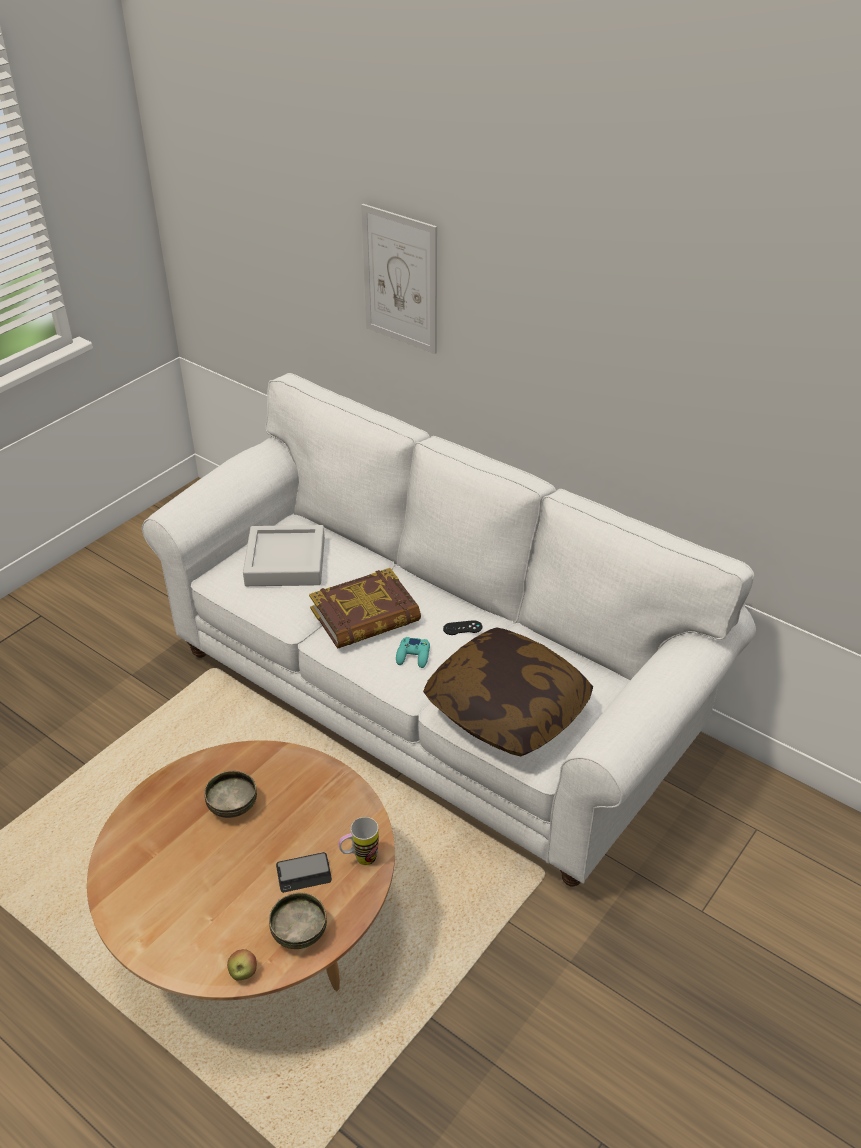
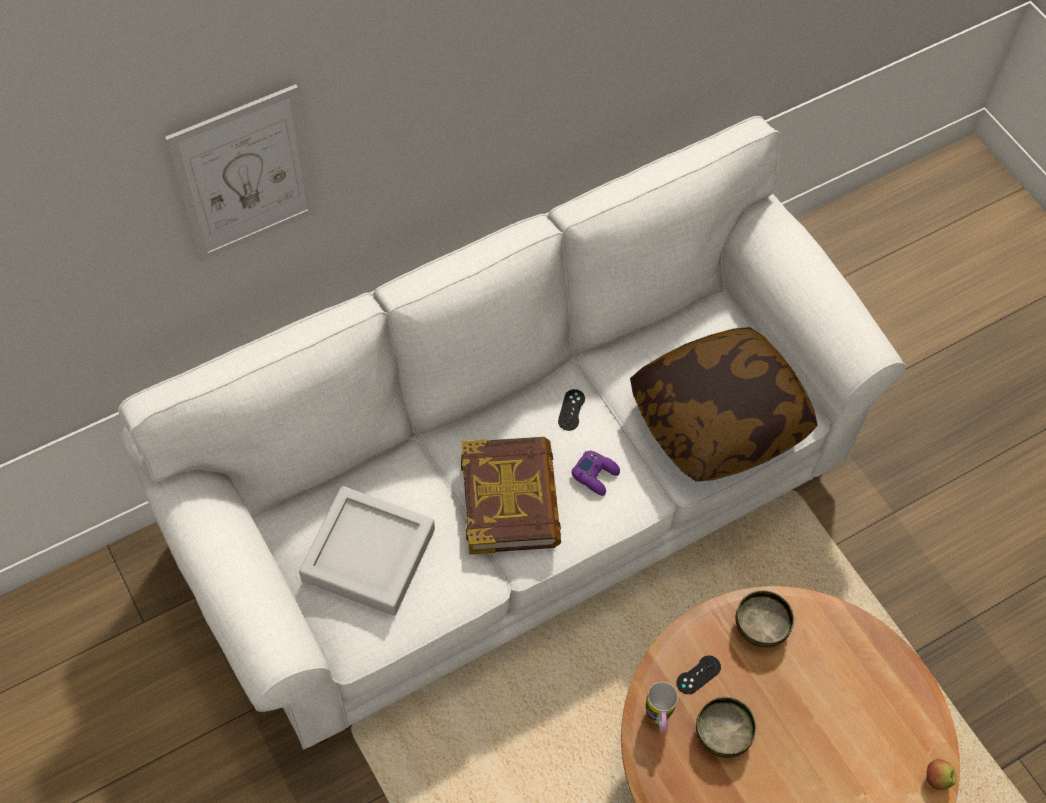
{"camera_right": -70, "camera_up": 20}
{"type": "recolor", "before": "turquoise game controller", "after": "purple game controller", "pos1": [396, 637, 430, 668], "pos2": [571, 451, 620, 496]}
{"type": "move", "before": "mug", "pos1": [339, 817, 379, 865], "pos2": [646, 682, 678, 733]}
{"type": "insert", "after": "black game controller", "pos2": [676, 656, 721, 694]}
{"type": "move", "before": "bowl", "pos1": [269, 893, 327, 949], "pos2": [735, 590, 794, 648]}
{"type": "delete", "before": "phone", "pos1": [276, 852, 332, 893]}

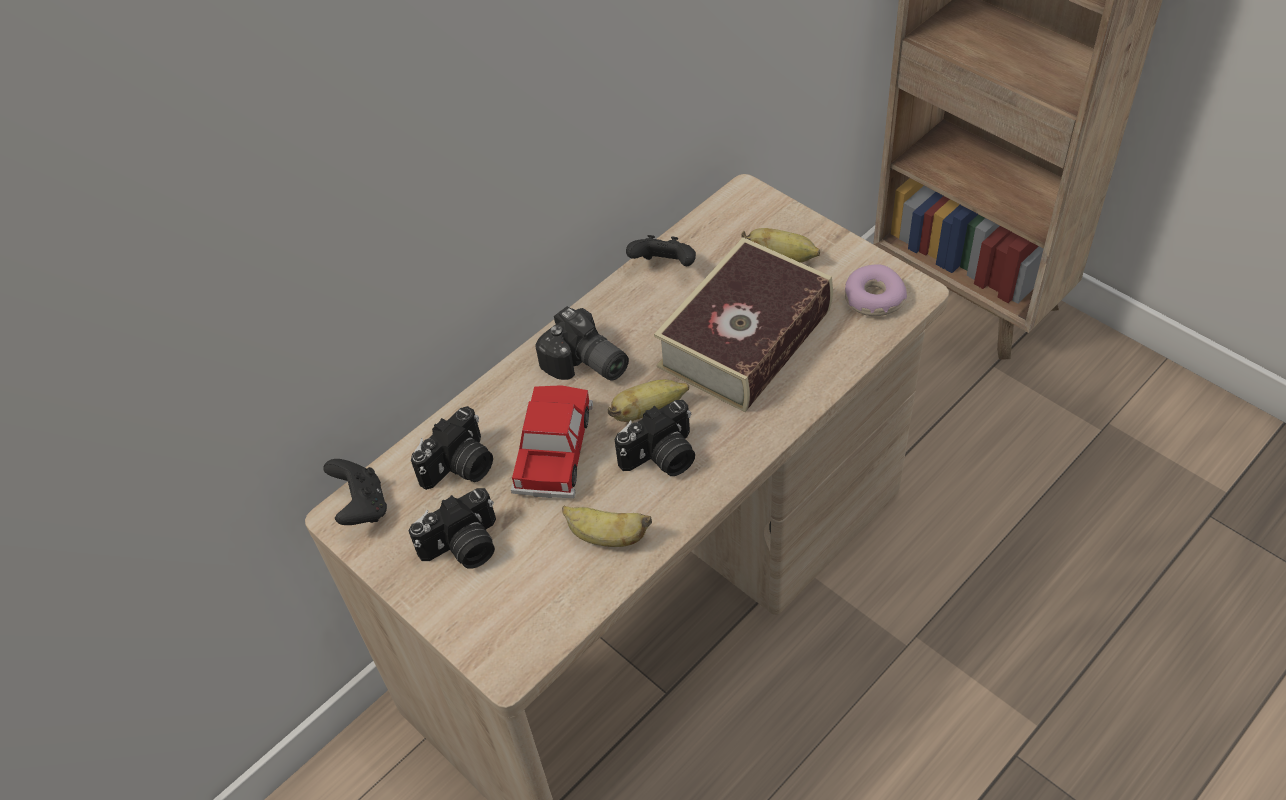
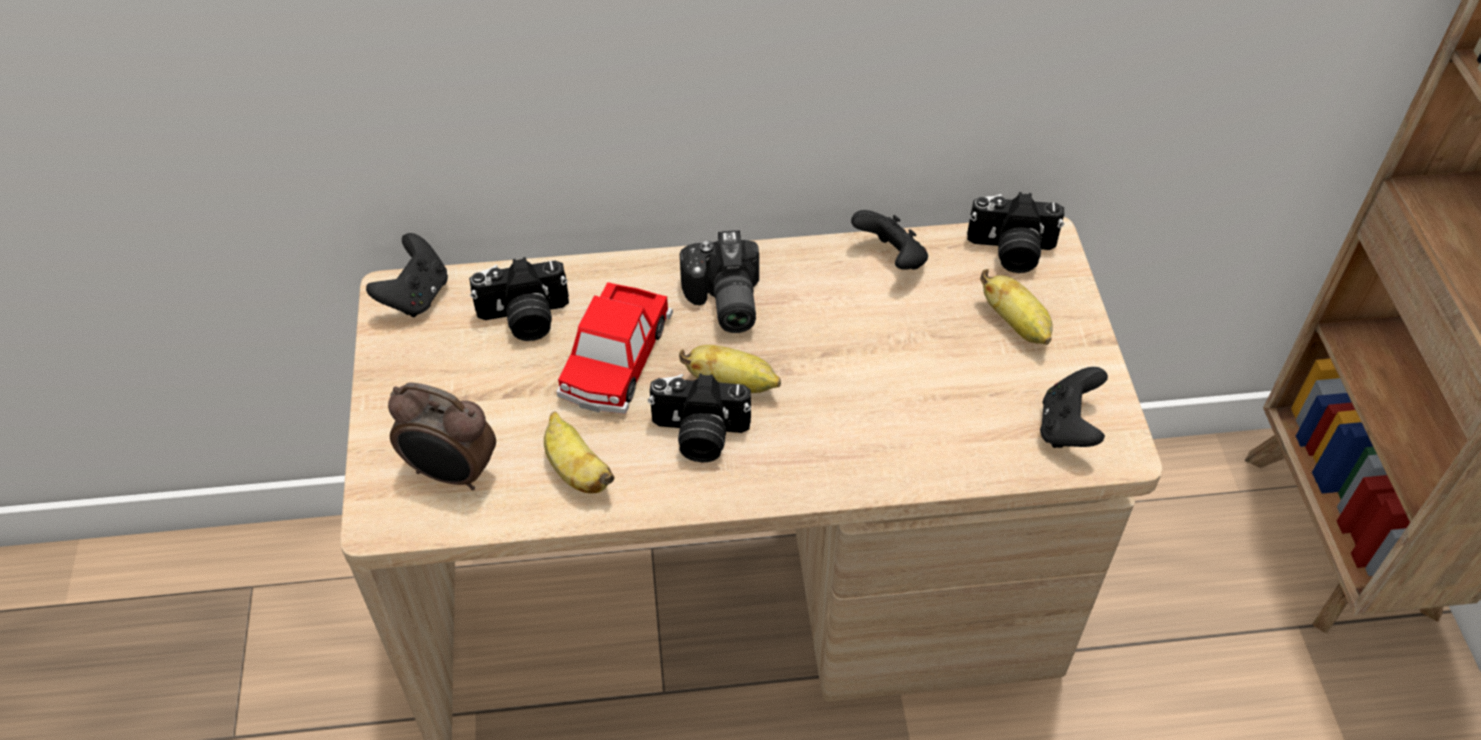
{"camera_right": 35, "camera_up": 0}
{"type": "insert", "after": "alarm clock", "pos2": [388, 382, 496, 490]}
{"type": "rotate", "before": "toy car", "pos1": [511, 385, 593, 498], "pos2": [557, 282, 673, 414], "turn": 150}
{"type": "move", "before": "photo camera", "pos1": [408, 488, 496, 569], "pos2": [967, 192, 1064, 273]}
{"type": "replace", "before": "donut", "after": "black game controller", "pos1": [845, 264, 907, 316], "pos2": [1040, 367, 1108, 448]}
{"type": "delete", "before": "book", "pos1": [654, 237, 833, 412]}

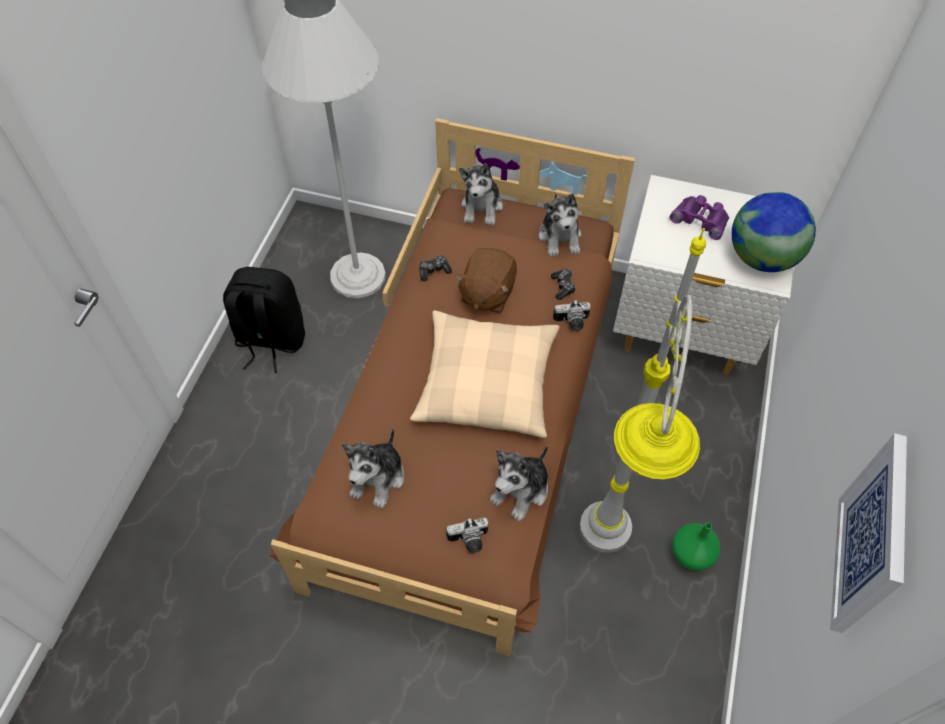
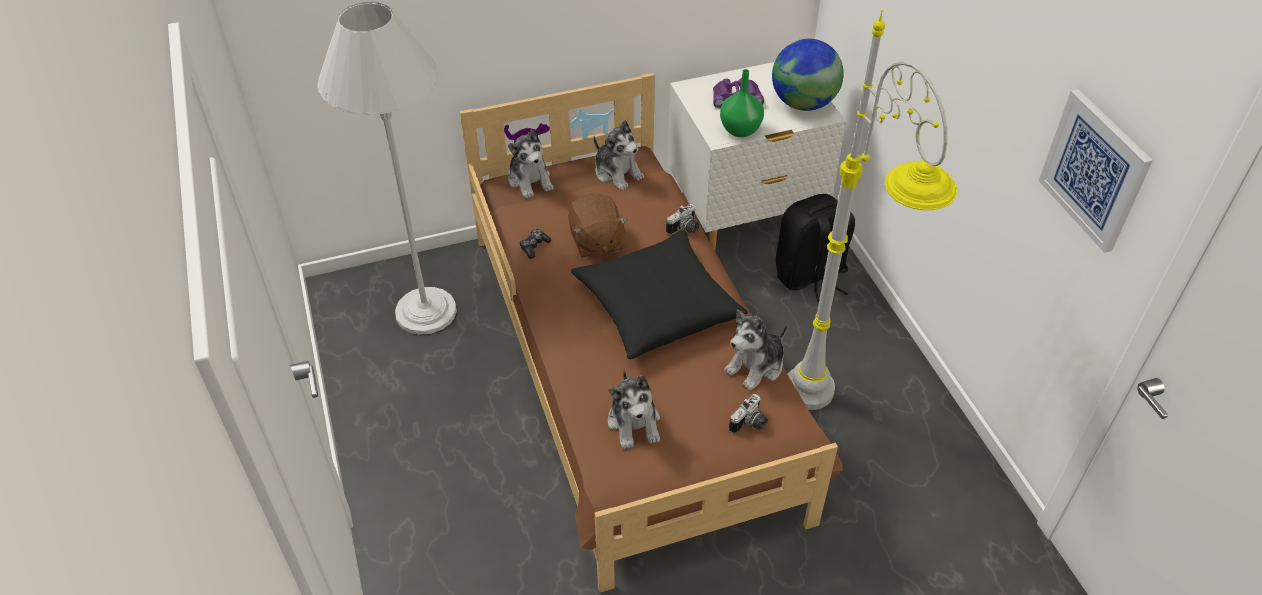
{"camera_right": -35, "camera_up": -10}
{"type": "recolor", "before": "beige pillow", "after": "black pillow", "pos1": [410, 311, 560, 438], "pos2": [571, 230, 748, 359]}
{"type": "move", "before": "green vase", "pos1": [672, 523, 720, 571], "pos2": [720, 69, 764, 137]}
{"type": "rotate", "before": "plush toy", "pos1": [490, 445, 548, 521], "pos2": [724, 310, 787, 391], "turn": 45}
{"type": "move", "before": "black backpack", "pos1": [223, 267, 305, 373], "pos2": [776, 194, 855, 305]}
{"type": "delete", "before": "game controller", "pos1": [551, 269, 576, 300]}

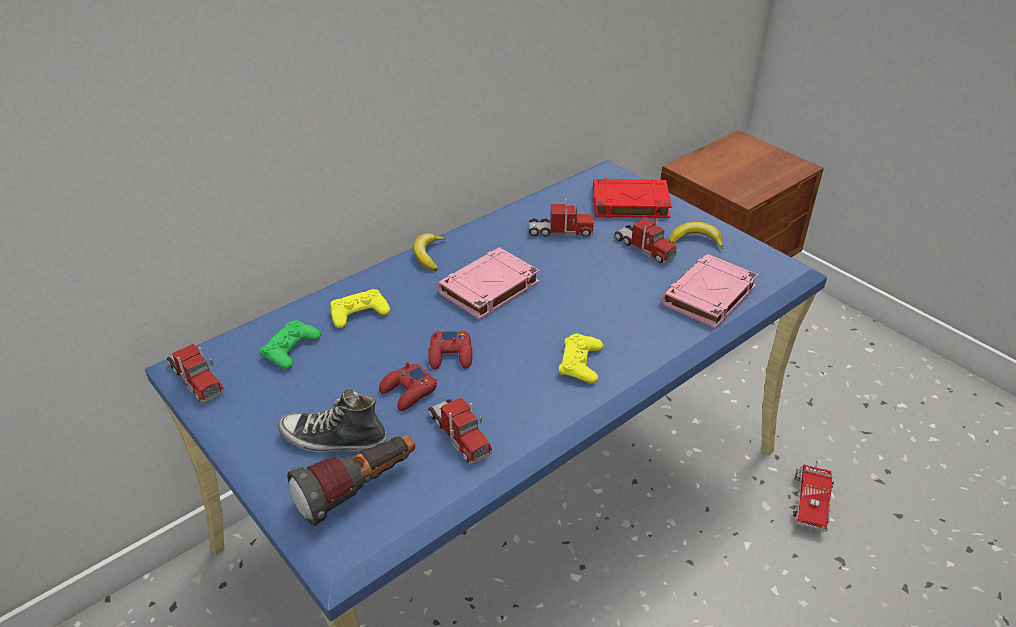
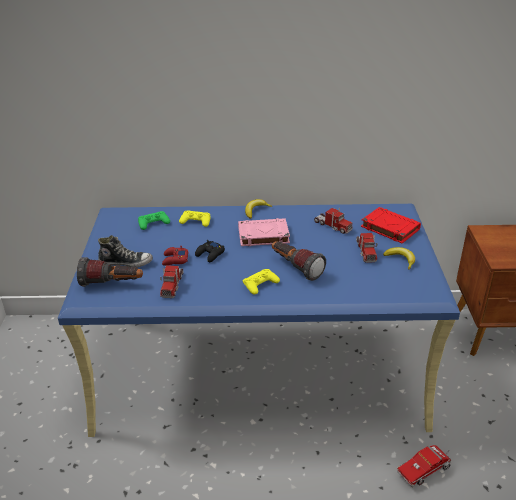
{"camera_right": 40, "camera_up": -5}
{"type": "rotate", "before": "shoe", "pos1": [278, 389, 387, 452], "pos2": [98, 235, 153, 268], "turn": 135}
{"type": "recolor", "before": "red game controller", "after": "black game controller", "pos1": [428, 331, 472, 369], "pos2": [195, 240, 225, 262]}
{"type": "insert", "after": "flashlight", "pos2": [272, 241, 326, 281]}
{"type": "delete", "before": "toy truck", "pos1": [167, 344, 224, 403]}
{"type": "delete", "before": "pink book", "pos1": [661, 254, 758, 329]}

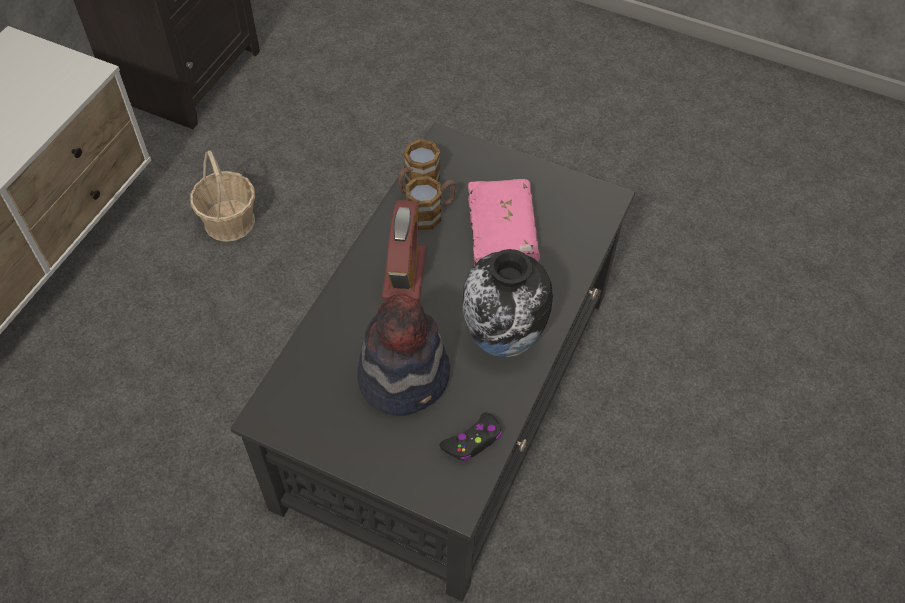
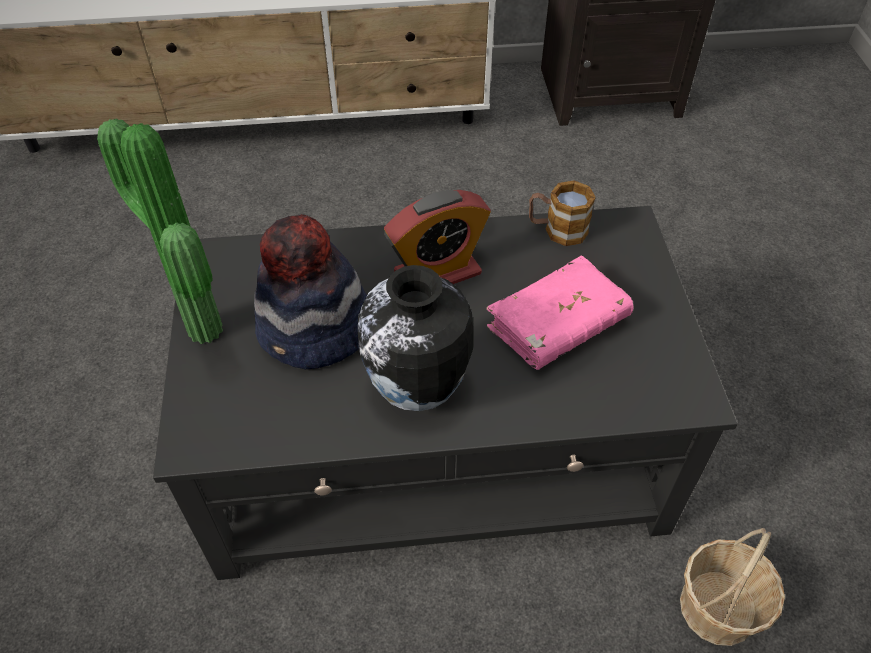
{"camera_right": 60, "camera_up": -5}
{"type": "insert", "after": "potted plant", "pos2": [97, 119, 223, 344]}
{"type": "move", "before": "basket", "pos1": [190, 150, 255, 242], "pos2": [680, 528, 785, 646]}
{"type": "delete", "before": "mug", "pos1": [406, 176, 456, 230]}
{"type": "delete", "before": "black game controller", "pos1": [439, 413, 502, 461]}

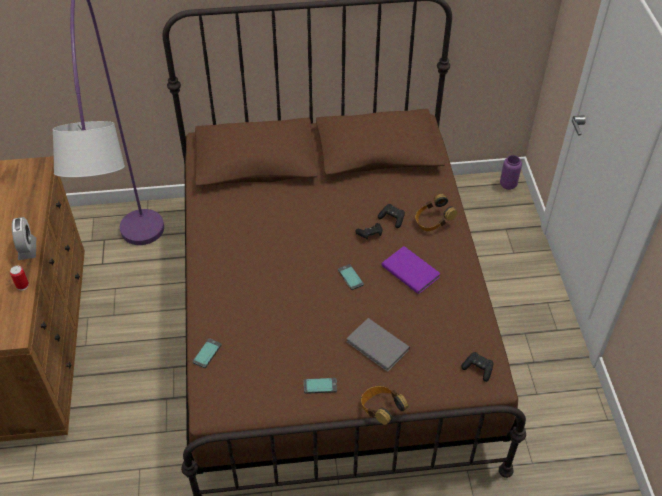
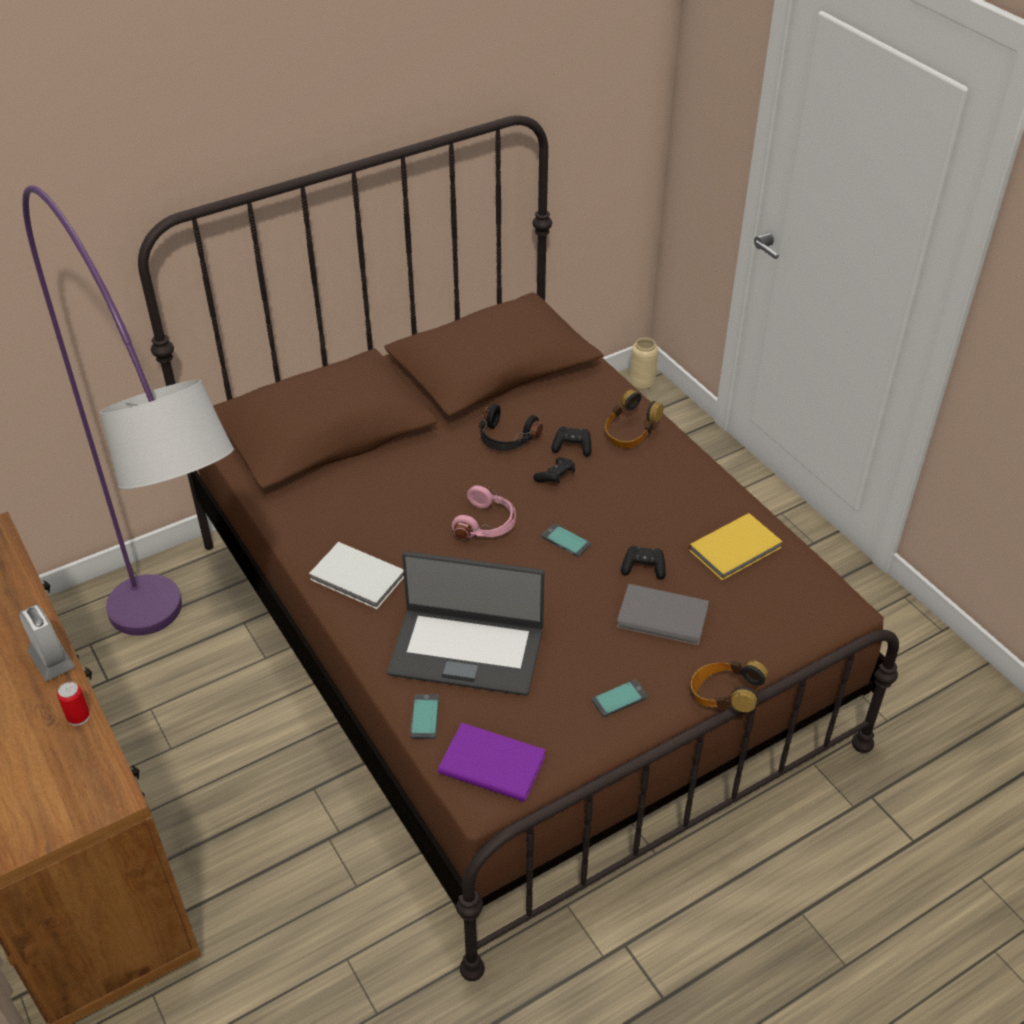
{"camera_right": -25, "camera_up": -5}
{"type": "insert", "after": "white book", "pos2": [309, 542, 404, 609]}
{"type": "insert", "after": "laptop", "pos2": [387, 551, 544, 696]}
{"type": "move", "before": "purple book", "pos1": [381, 246, 441, 294], "pos2": [438, 722, 546, 802]}
{"type": "insert", "after": "pink headphones", "pos2": [452, 485, 516, 539]}
{"type": "insert", "after": "black headphones", "pos2": [479, 404, 543, 451]}
{"type": "move", "before": "black game controller", "pos1": [462, 352, 493, 382], "pos2": [621, 546, 666, 580]}
{"type": "recolor", "before": "purple vase", "after": "beige vase", "pos1": [500, 155, 522, 190], "pos2": [630, 338, 658, 390]}
{"type": "insert", "after": "yellow book", "pos2": [688, 513, 783, 580]}

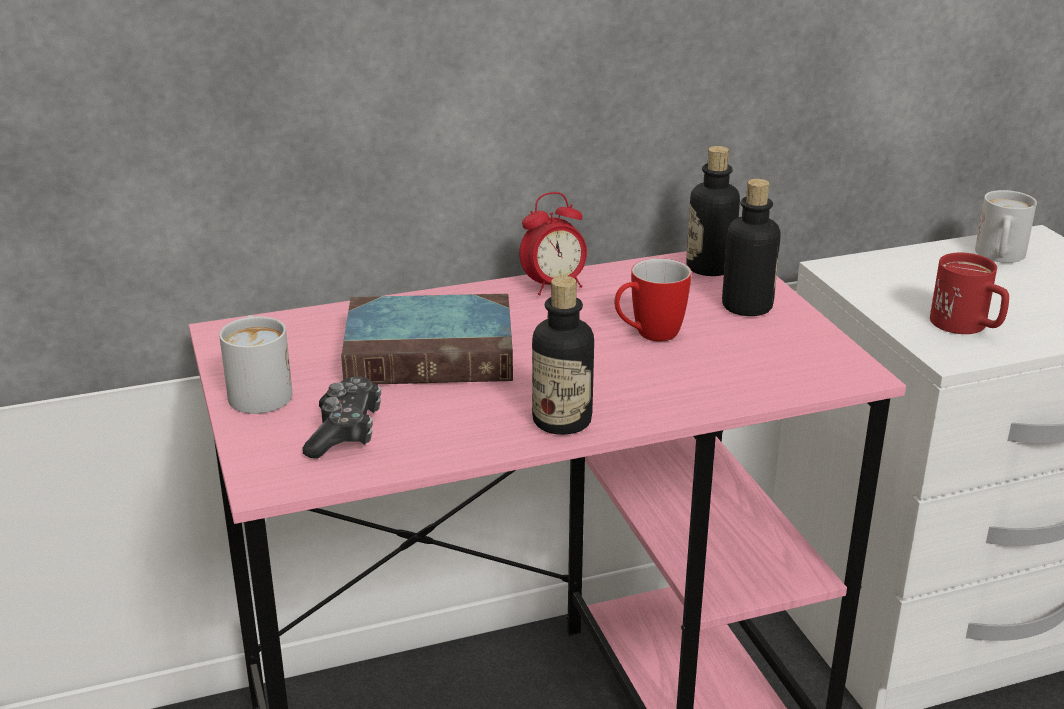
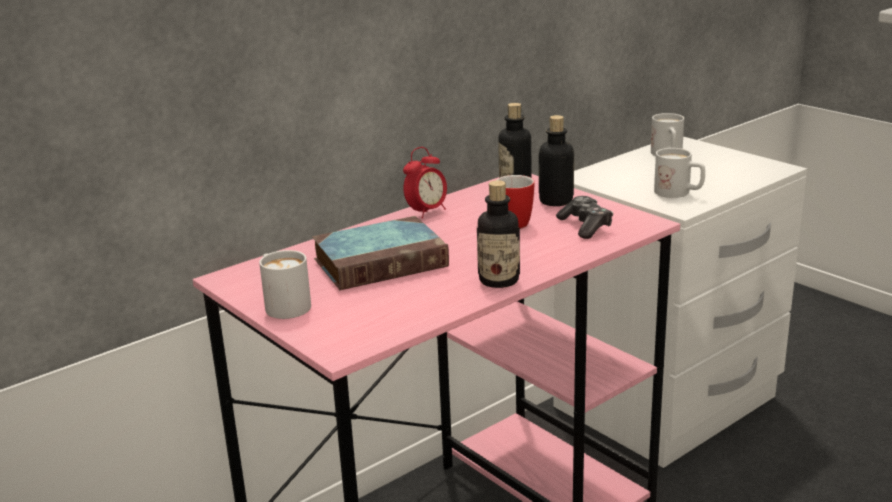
{"camera_right": -20, "camera_up": -5}
{"type": "move", "before": "game controller", "pos1": [302, 376, 381, 459], "pos2": [556, 196, 613, 239]}
{"type": "recolor", "before": "red mug", "after": "white mug", "pos1": [930, 253, 1009, 334], "pos2": [654, 148, 705, 198]}

